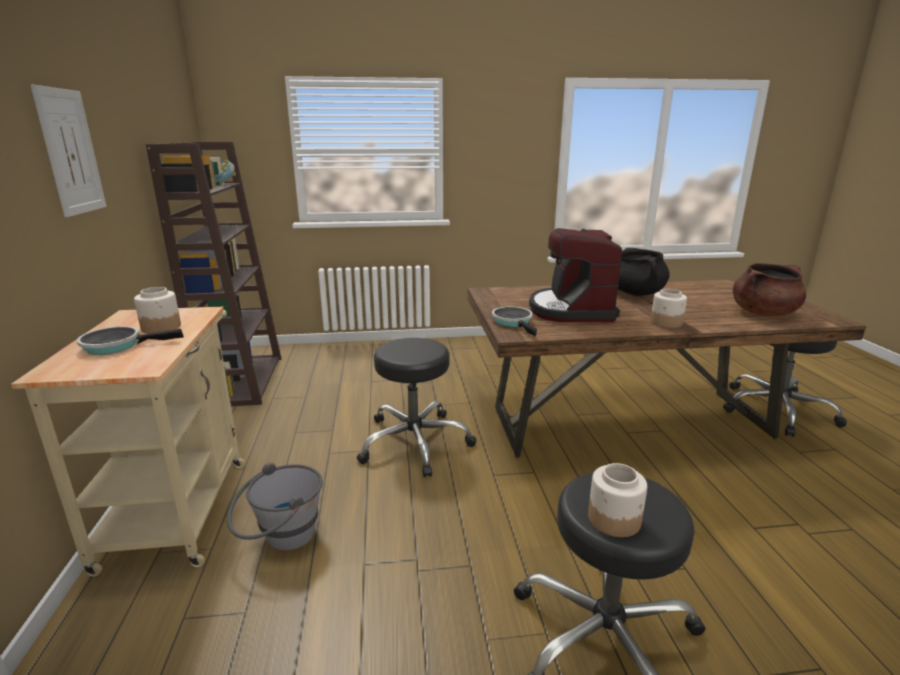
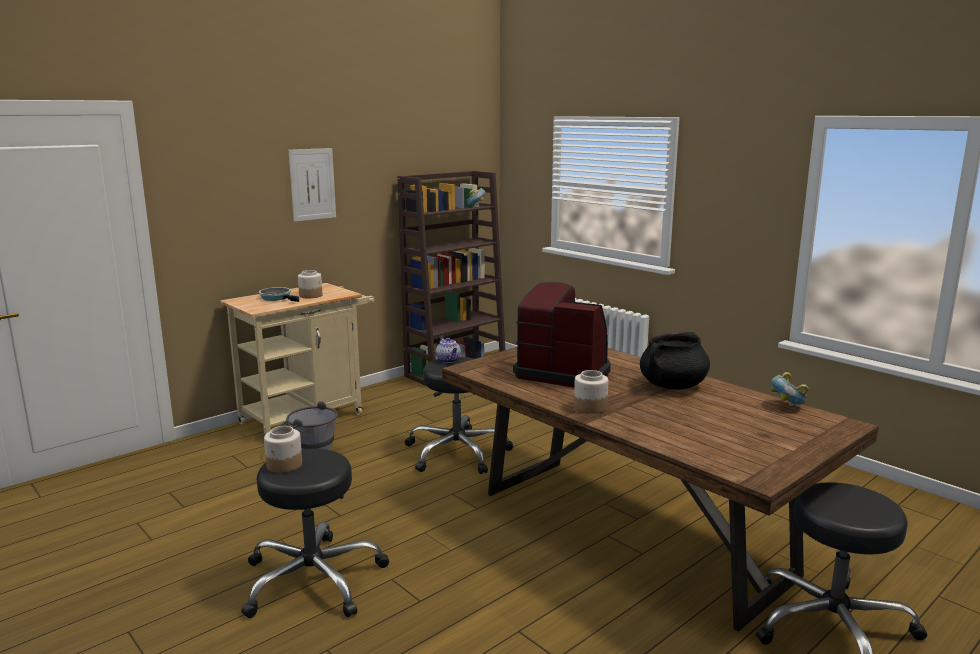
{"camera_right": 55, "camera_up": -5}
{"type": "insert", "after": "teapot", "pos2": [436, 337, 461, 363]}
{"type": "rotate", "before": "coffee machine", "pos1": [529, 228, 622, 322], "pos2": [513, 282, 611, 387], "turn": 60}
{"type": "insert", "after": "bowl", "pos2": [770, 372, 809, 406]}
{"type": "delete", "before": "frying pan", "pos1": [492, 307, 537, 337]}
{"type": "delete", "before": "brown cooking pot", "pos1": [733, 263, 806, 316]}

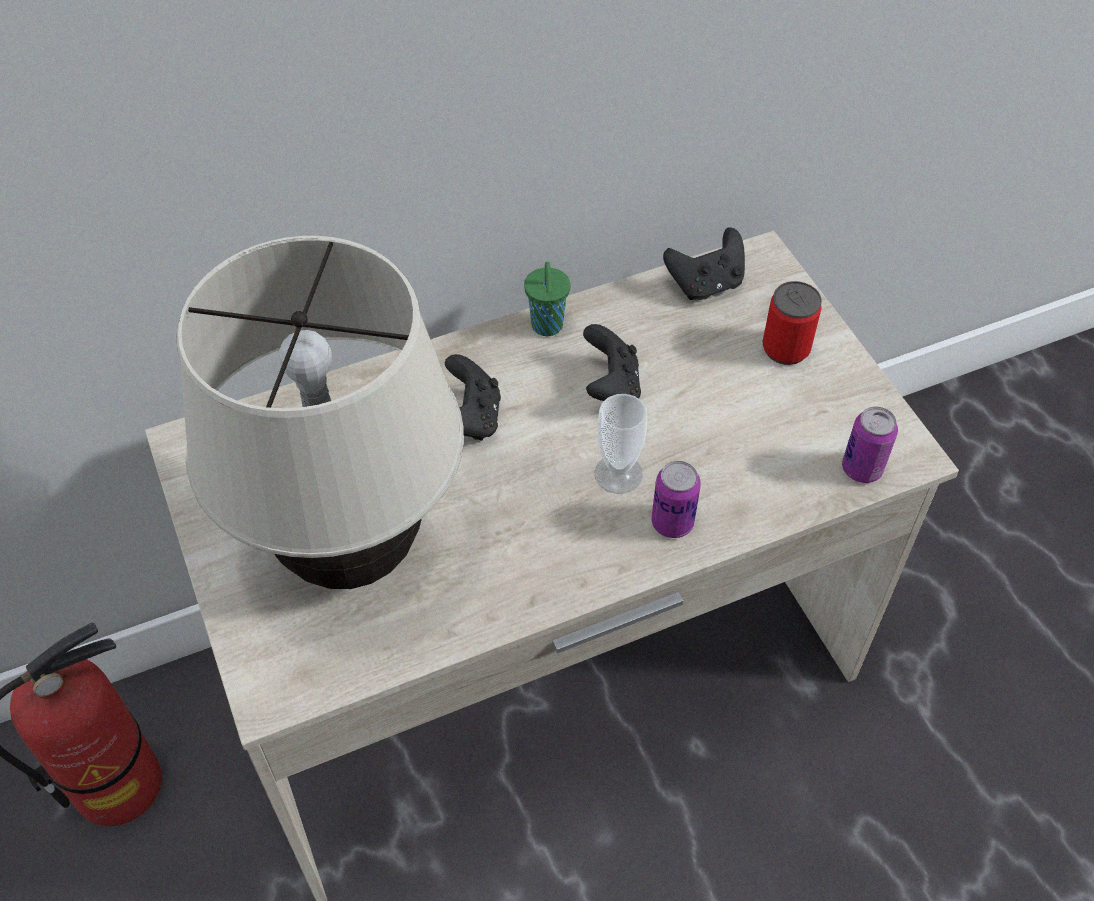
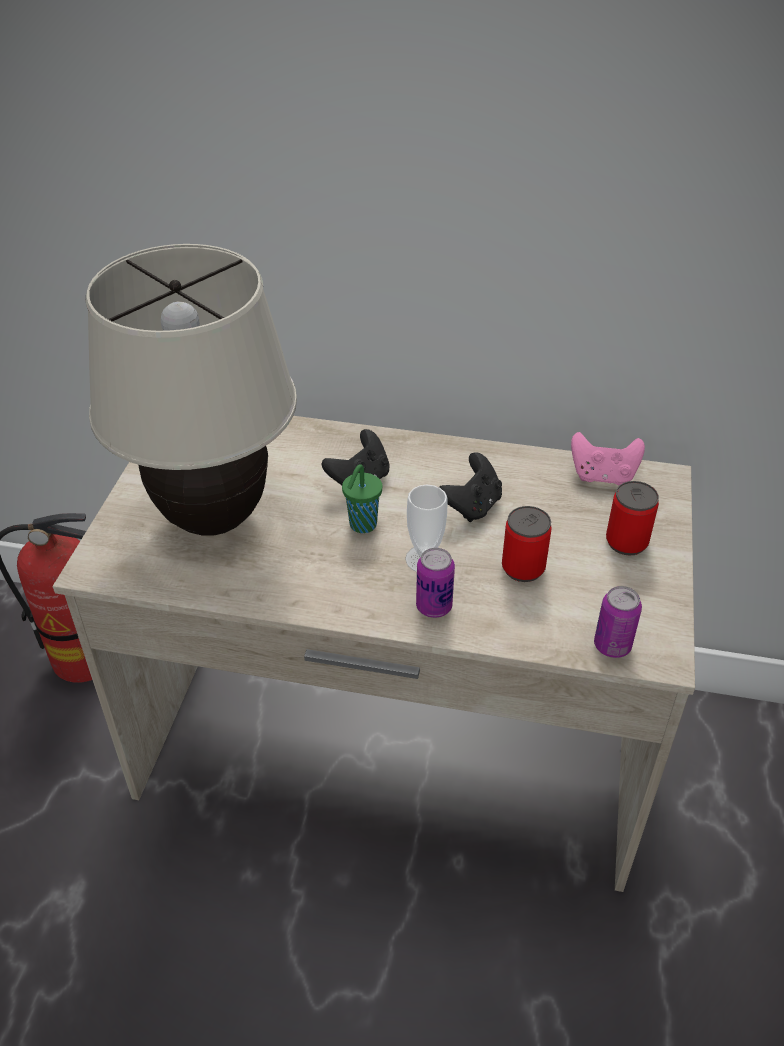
{"camera_right": 35, "camera_up": -10}
{"type": "move", "before": "green cup", "pos1": [524, 262, 571, 336], "pos2": [342, 464, 382, 533]}
{"type": "insert", "after": "can", "pos2": [502, 506, 552, 582]}
{"type": "recolor", "before": "black game controller", "after": "pink game controller", "pos1": [663, 227, 745, 300], "pos2": [571, 432, 645, 485]}

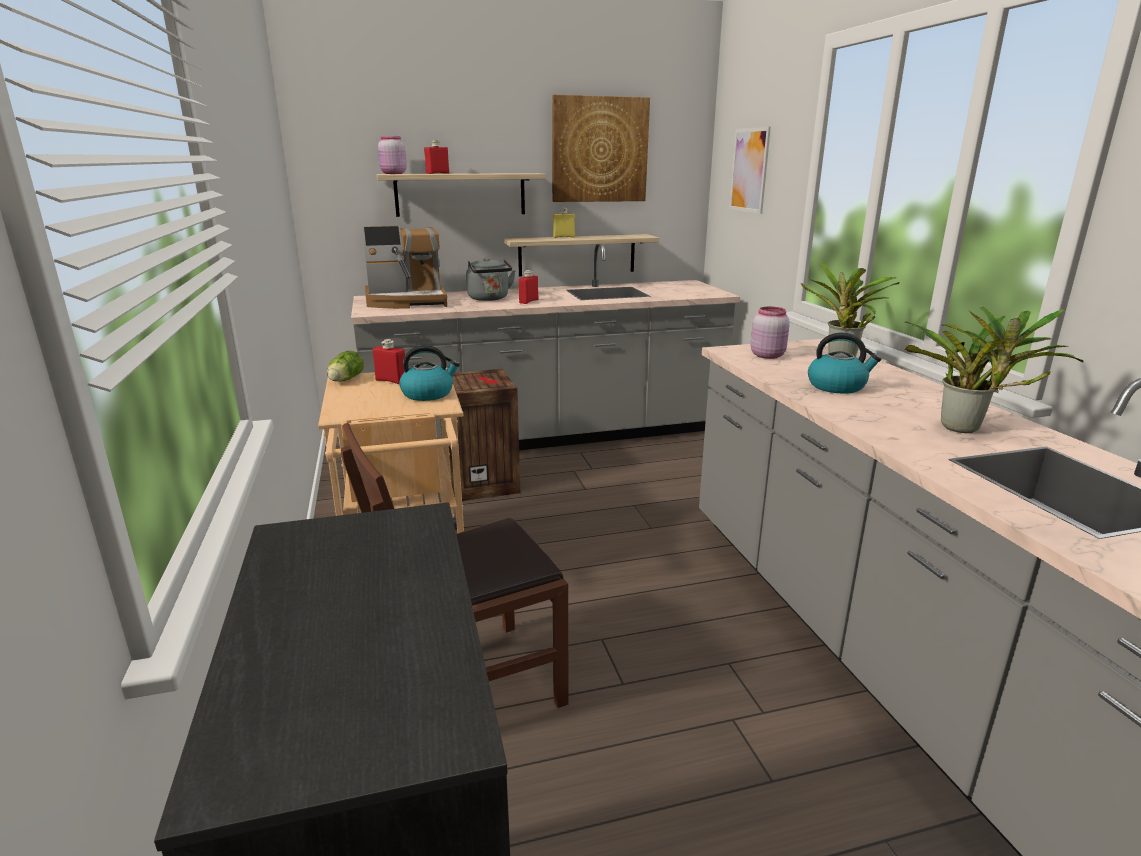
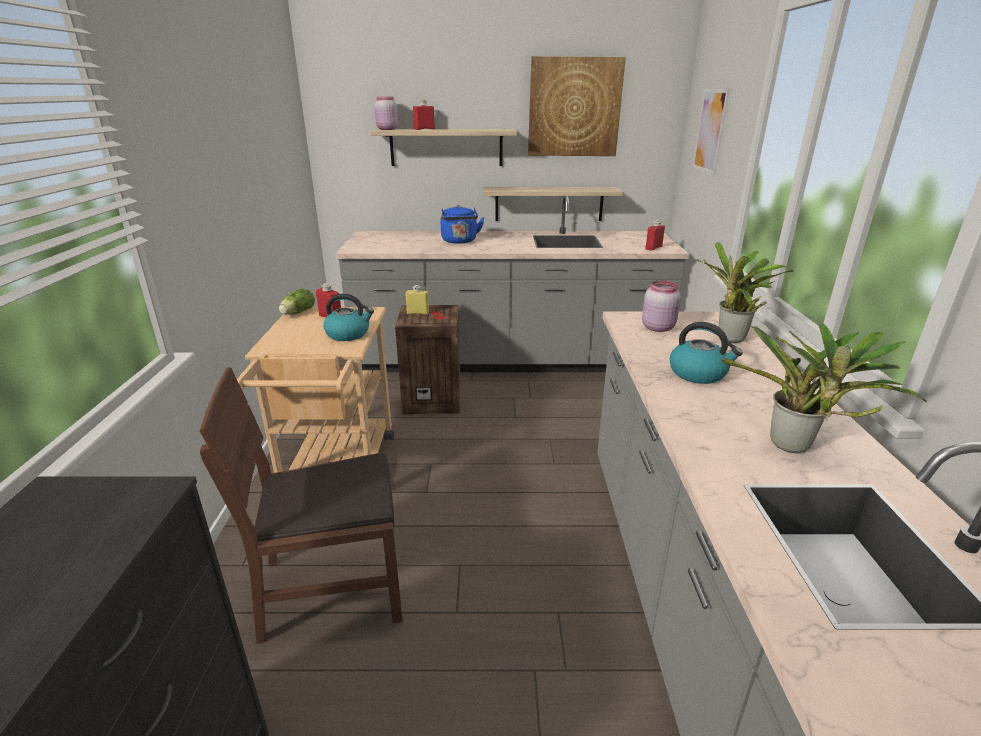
{"camera_right": 15, "camera_up": 5}
{"type": "move", "before": "yellow bottle", "pos1": [553, 207, 575, 238], "pos2": [406, 285, 429, 315]}
{"type": "recolor", "before": "grey kettle", "after": "blue kettle", "pos1": [466, 257, 516, 301], "pos2": [441, 205, 485, 244]}
{"type": "move", "before": "red bottle", "pos1": [519, 270, 538, 304], "pos2": [645, 220, 665, 251]}
{"type": "delete", "before": "coffee machine", "pos1": [362, 226, 447, 309]}

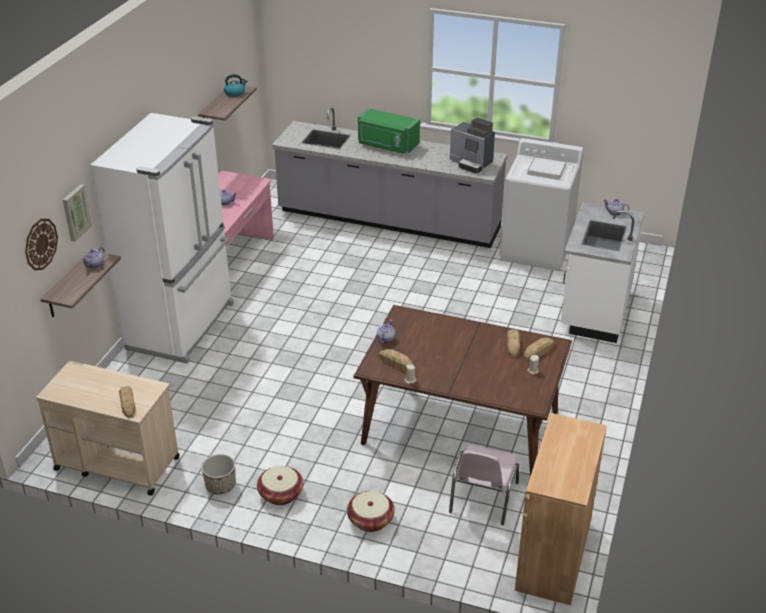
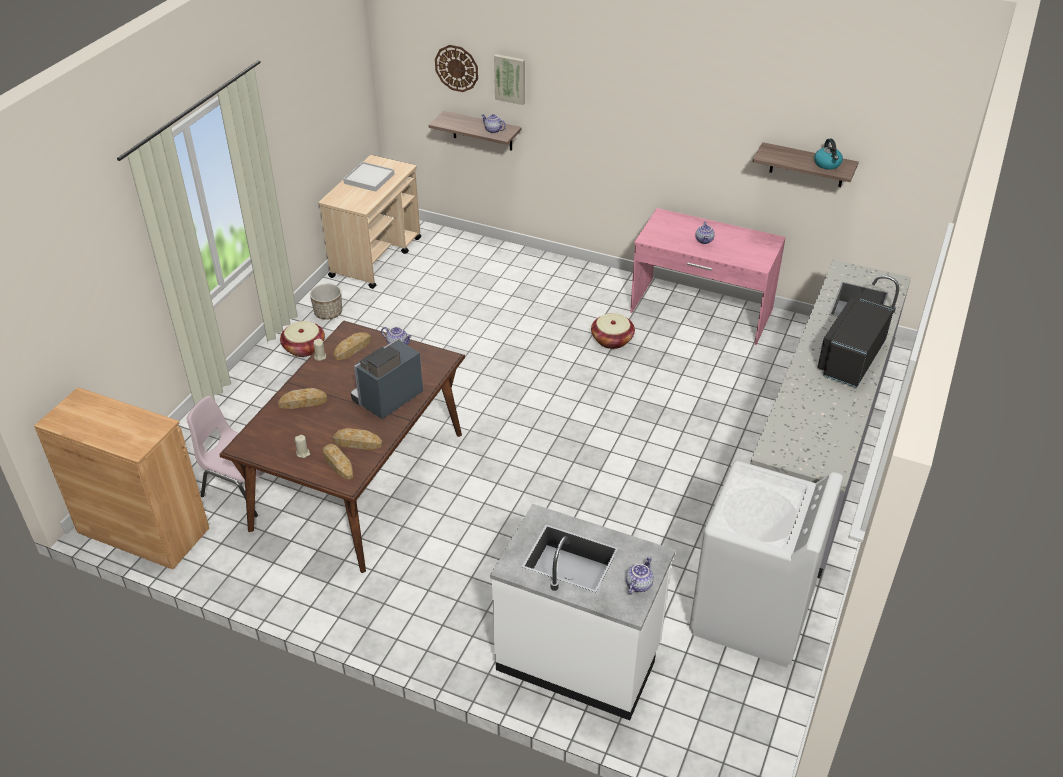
{"camera_right": 95, "camera_up": 5}
{"type": "move", "before": "bread", "pos1": [119, 386, 136, 418], "pos2": [278, 388, 327, 409]}
{"type": "move", "before": "white tray", "pos1": [527, 155, 566, 180], "pos2": [343, 162, 394, 192]}
{"type": "move", "before": "coffee machine", "pos1": [450, 118, 495, 173], "pos2": [351, 338, 423, 419]}
{"type": "move", "before": "basket", "pos1": [347, 491, 395, 532], "pos2": [591, 313, 635, 349]}
{"type": "recolor", "before": "green microwave", "after": "black microwave", "pos1": [358, 108, 420, 154], "pos2": [817, 297, 894, 388]}
{"type": "delete", "before": "white fridge", "pos1": [90, 113, 234, 363]}

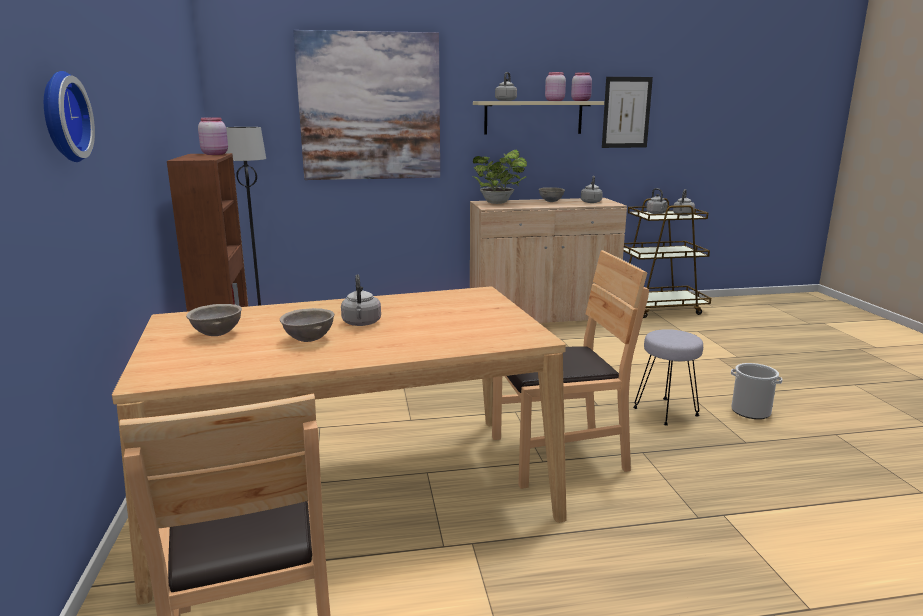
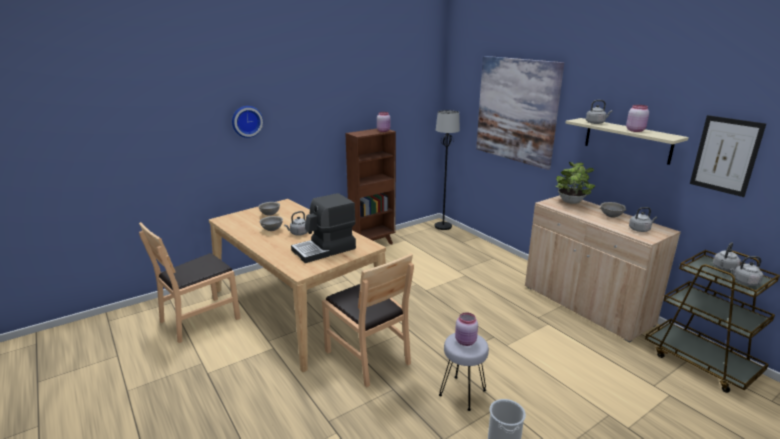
{"camera_right": 65, "camera_up": 5}
{"type": "insert", "after": "coffee machine", "pos2": [291, 193, 356, 263]}
{"type": "move", "before": "pink jar", "pos1": [571, 72, 592, 101], "pos2": [455, 312, 478, 346]}

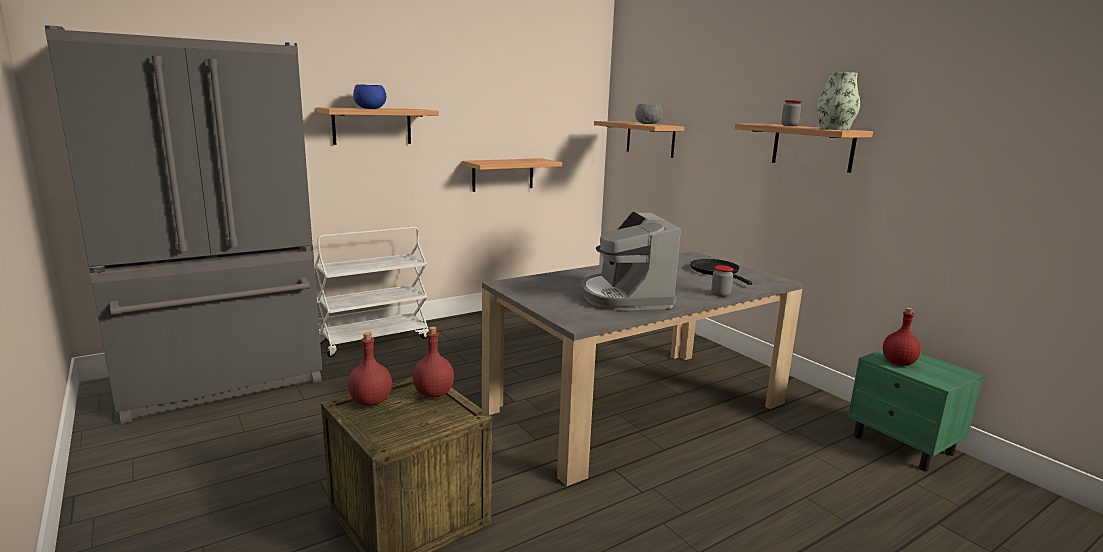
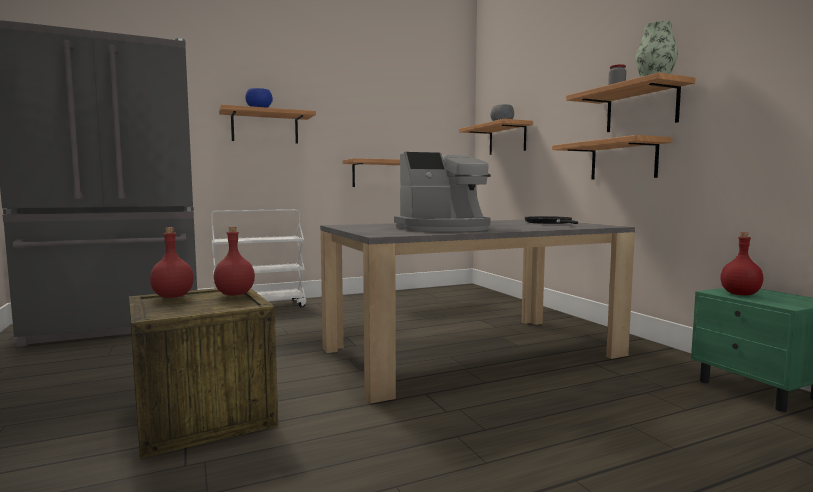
{"camera_right": 10, "camera_up": -10}
{"type": "rotate", "before": "coffee machine", "pos1": [581, 212, 681, 310], "pos2": [394, 152, 491, 232], "turn": -105}
{"type": "insert", "after": "shelf", "pos2": [552, 135, 673, 180]}
{"type": "delete", "before": "jar", "pos1": [711, 265, 733, 297]}

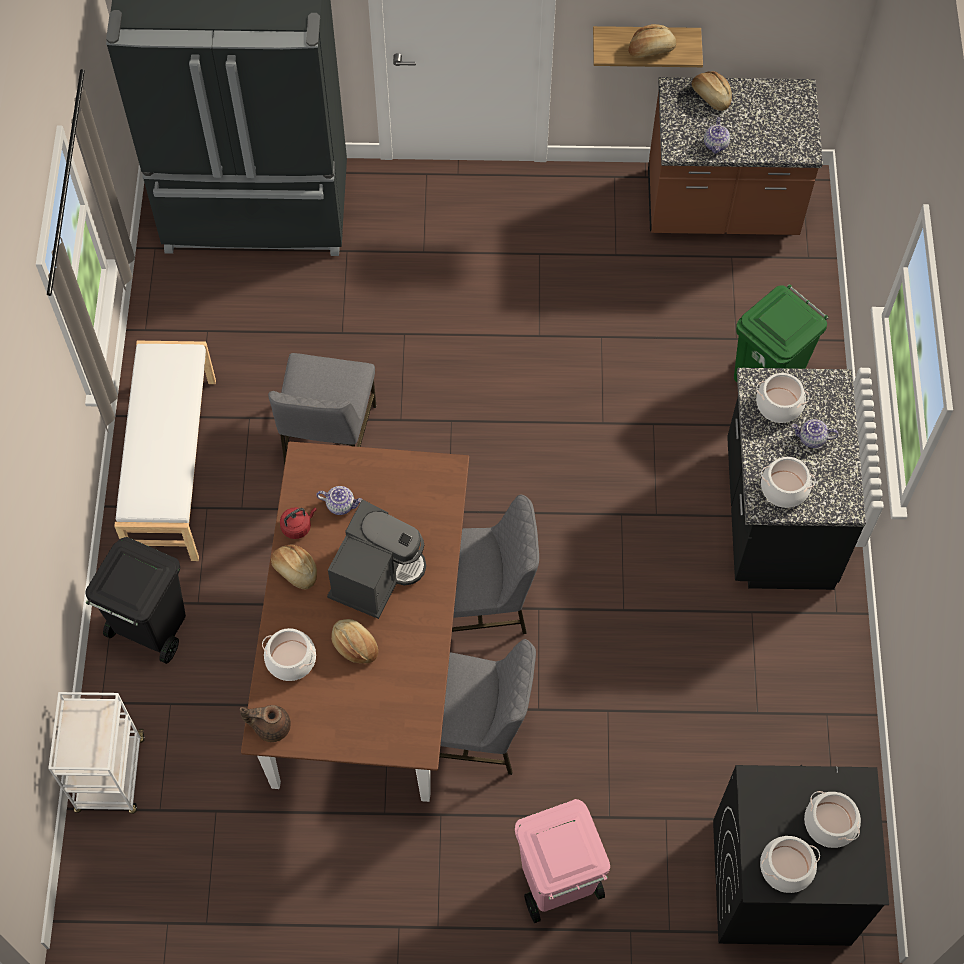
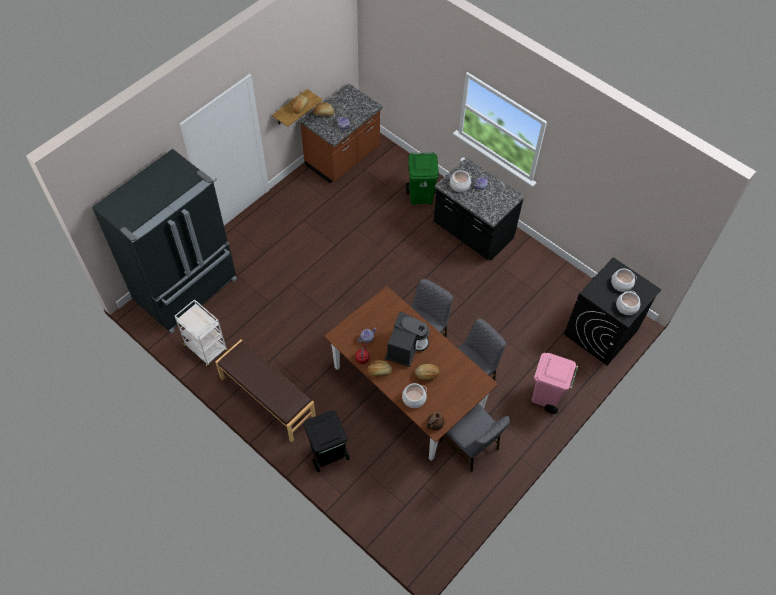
{"camera_right": -50, "camera_up": -5}
{"type": "move", "before": "white cart", "pos1": [48, 692, 145, 814], "pos2": [175, 299, 228, 367]}
{"type": "recolor", "before": "white bench", "after": "brown bench", "pos1": [114, 341, 216, 561], "pos2": [215, 340, 316, 442]}
{"type": "rotate", "before": "coffee machine", "pos1": [327, 500, 426, 619], "pos2": [385, 311, 430, 367], "turn": 45}
{"type": "move", "before": "grey chair", "pos1": [268, 353, 376, 466], "pos2": [440, 403, 510, 472]}
{"type": "delete", "before": "cooking pot", "pos1": [761, 457, 816, 508]}

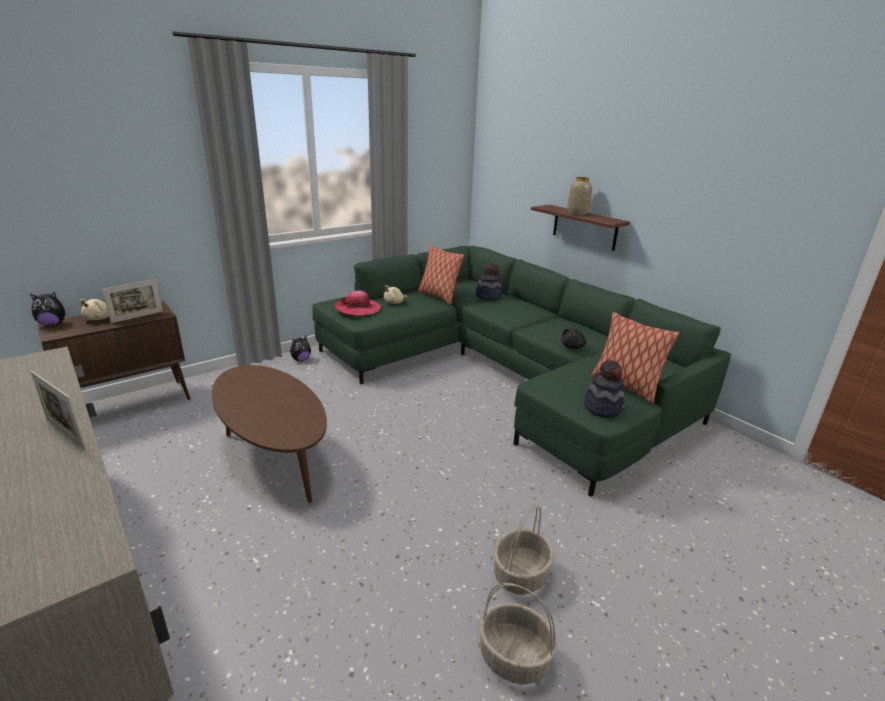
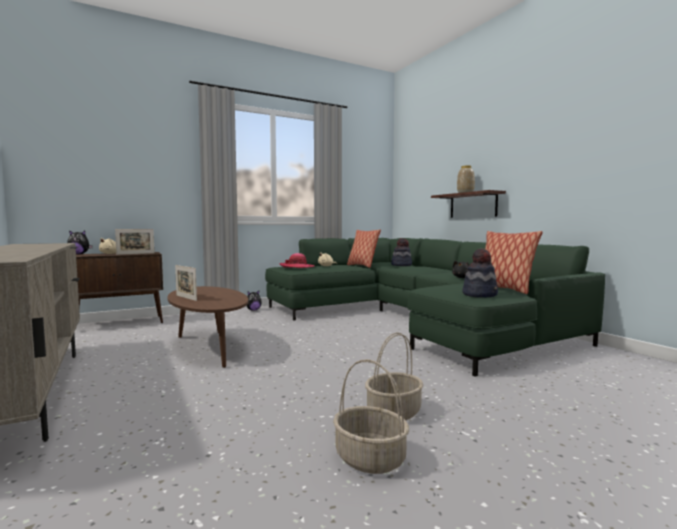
{"camera_right": 10, "camera_up": -20}
{"type": "move", "before": "picture frame", "pos1": [30, 371, 86, 450], "pos2": [175, 265, 197, 301]}

